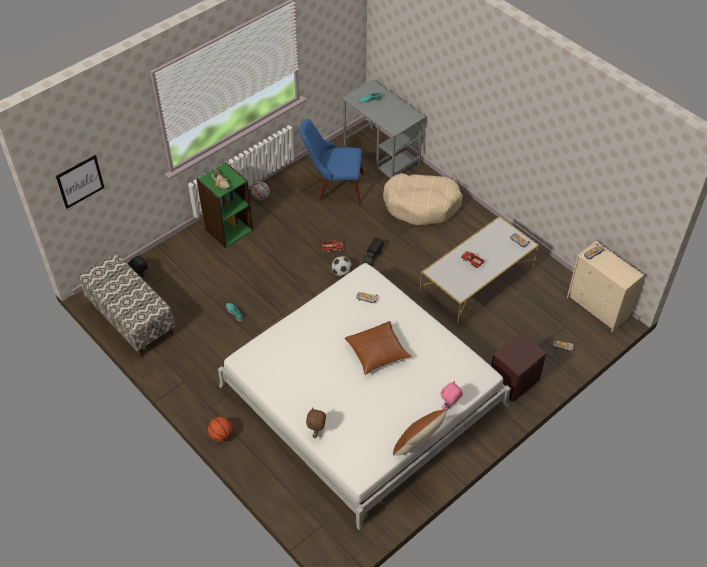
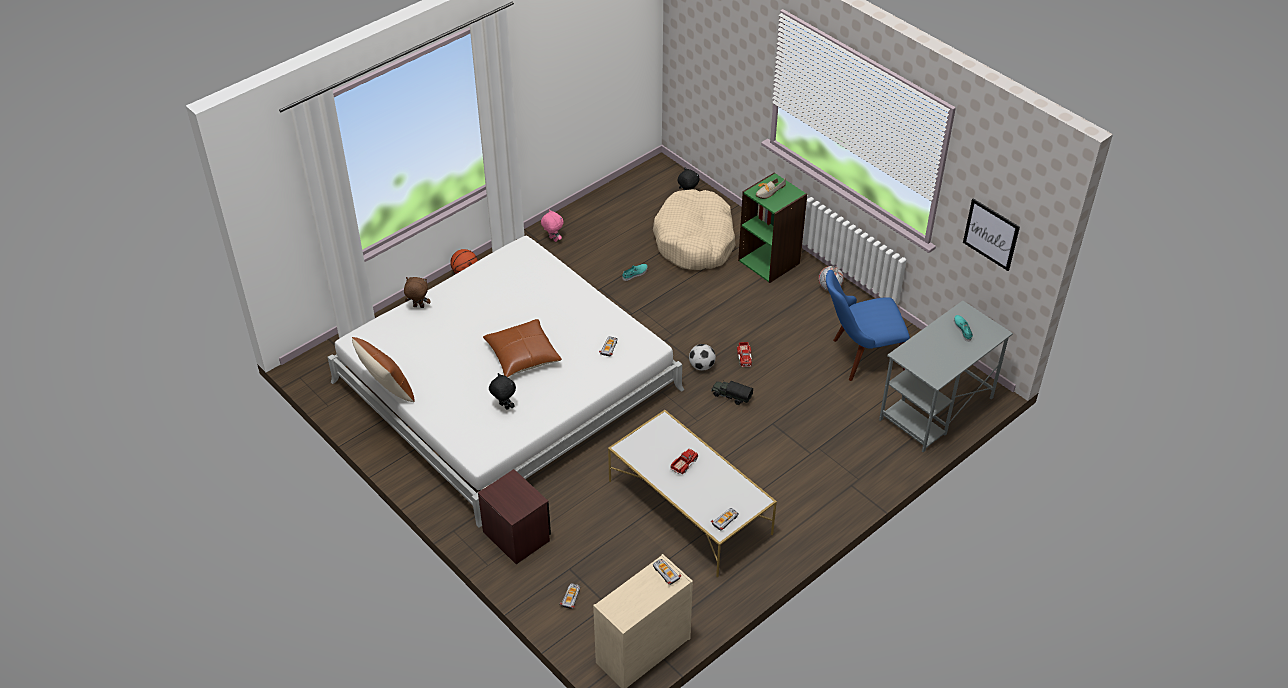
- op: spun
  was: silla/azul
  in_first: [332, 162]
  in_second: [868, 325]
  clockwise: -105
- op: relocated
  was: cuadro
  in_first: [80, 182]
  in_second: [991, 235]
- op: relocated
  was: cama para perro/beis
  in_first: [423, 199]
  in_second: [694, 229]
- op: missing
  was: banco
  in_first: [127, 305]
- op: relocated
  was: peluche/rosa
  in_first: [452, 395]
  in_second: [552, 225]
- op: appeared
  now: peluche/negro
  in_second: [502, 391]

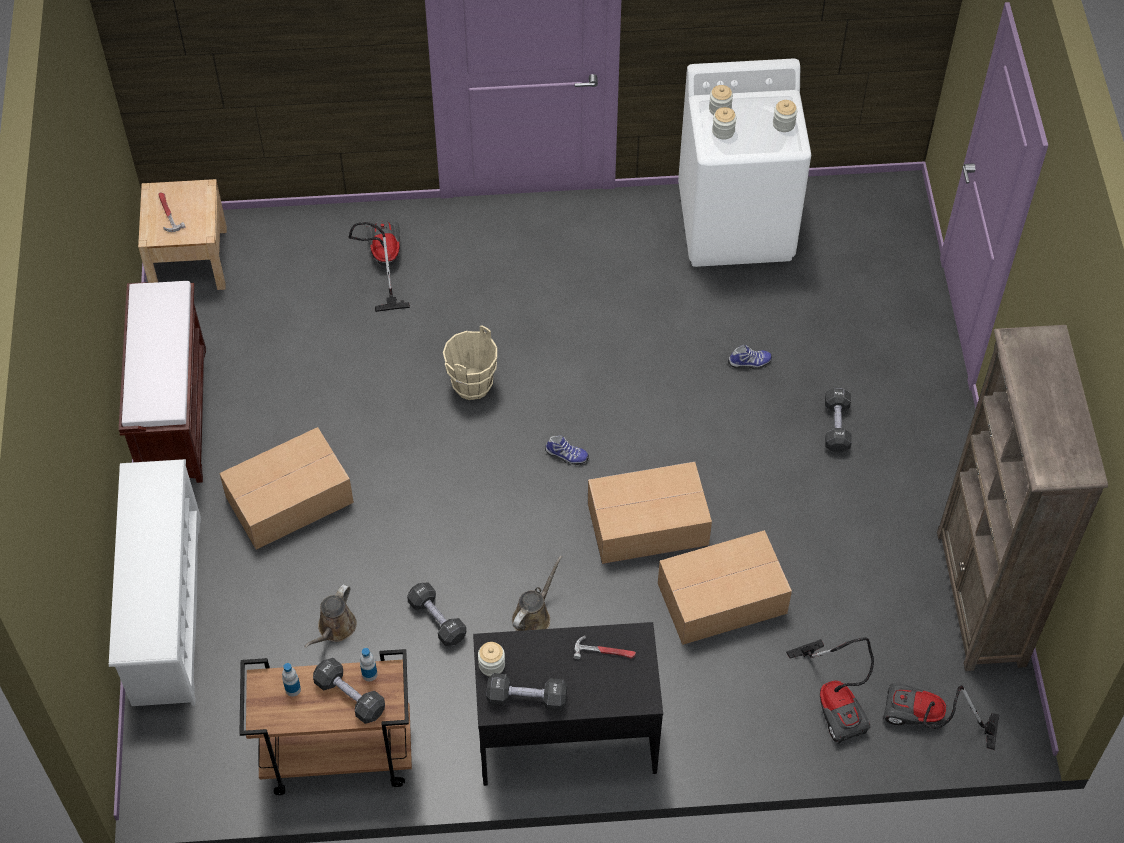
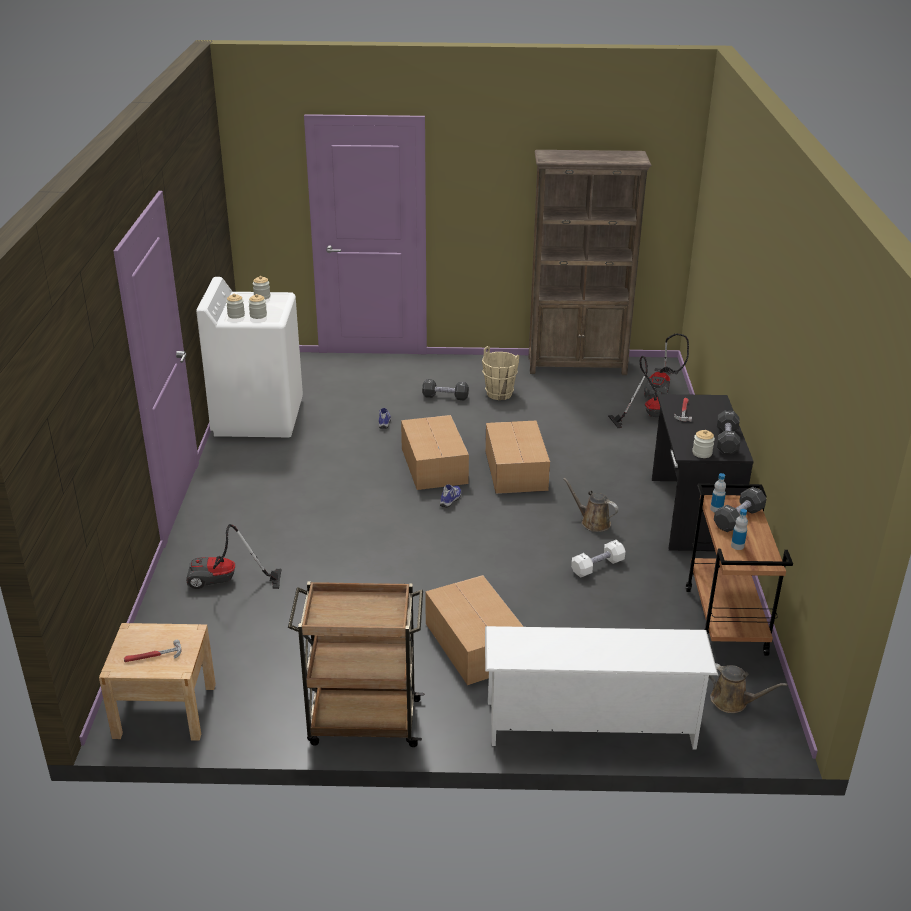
- op: exchanged
  was: banco/marrón
  now: carrito/marrón
  in_first: [162, 382]
  in_second: [356, 664]
- op: relocated
  was: cubo/beis
  in_first: [470, 362]
  in_second: [500, 373]
- op: relocated
  was: caja de cartón
  in_first: [725, 587]
  in_second: [435, 452]
- op: colour
  was: mancuerna/negro
  now: mancuerna/blanco
  in_first: [436, 614]
  in_second: [598, 559]
- op: relocated
  was: regadera/marrón
  in_first: [330, 616]
  in_second: [748, 688]

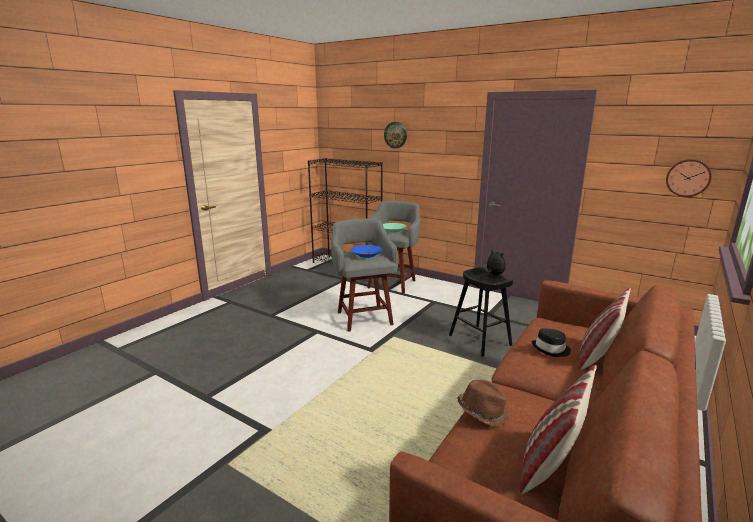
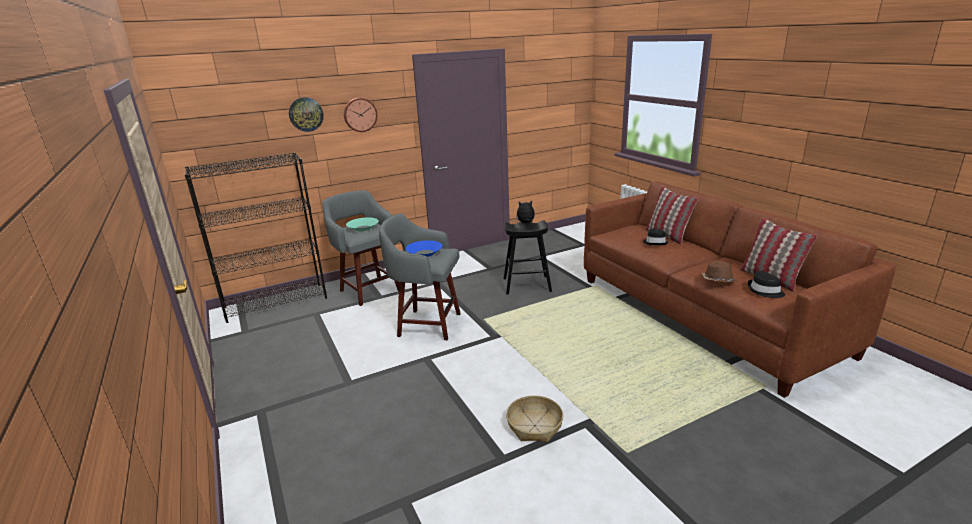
- op: relocated
  was: reloj de pared
  in_first: [689, 178]
  in_second: [360, 115]
- op: appeared
  now: sombrero/negro
  in_second: [766, 284]
- op: appeared
  now: cesta
  in_second: [534, 418]

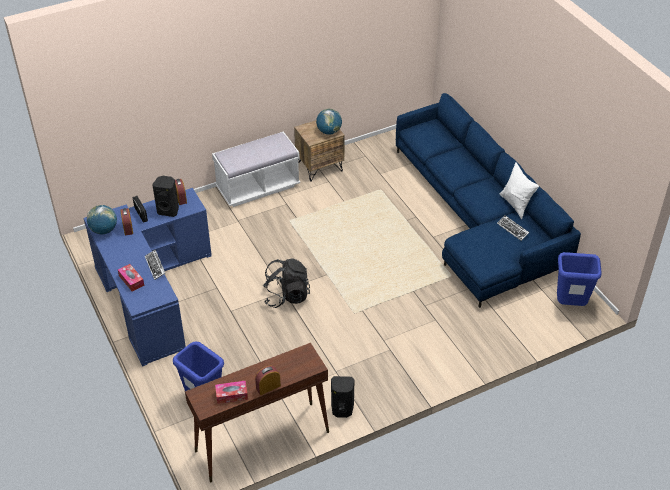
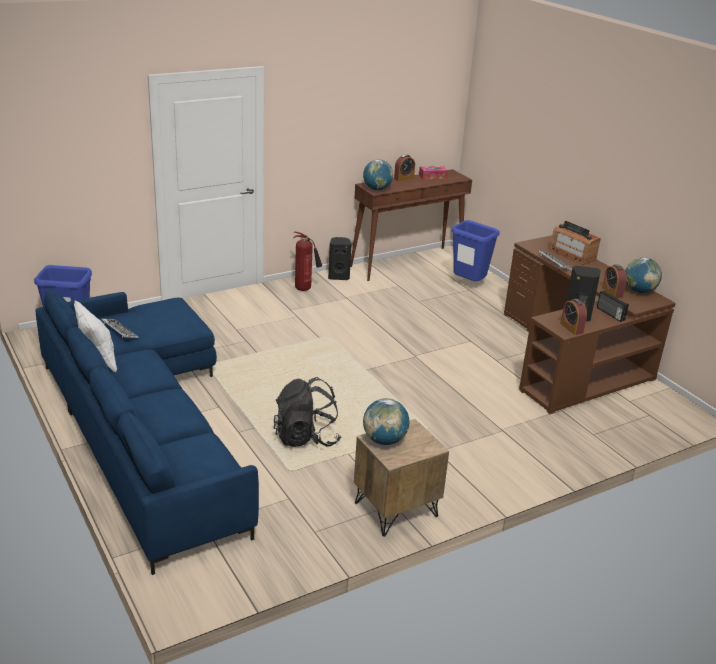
- op: missing
  was: banco/blanco
  in_first: [256, 169]
- op: colour
  was: escritorio/azul
  now: escritorio/marrón
  in_first: [147, 277]
  in_second: [590, 324]
- op: relocated
  was: mochila/negro
  in_first: [286, 283]
  in_second: [307, 412]
- op: exchanged
  was: caja de pañuelos
  now: radio
  in_first: [131, 277]
  in_second: [575, 243]
- op: appeared
  now: globo terráqueo
  in_second: [378, 174]
- op: appeared
  now: extintor
  in_second: [307, 261]

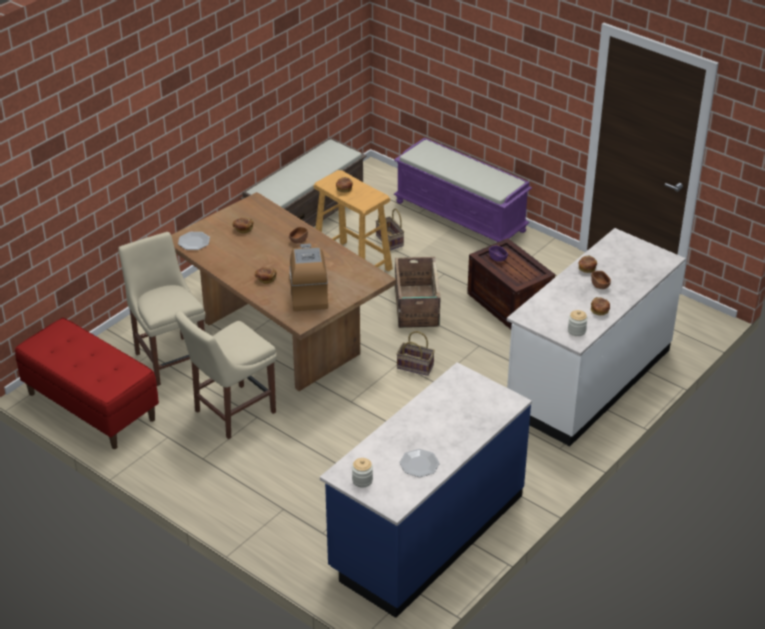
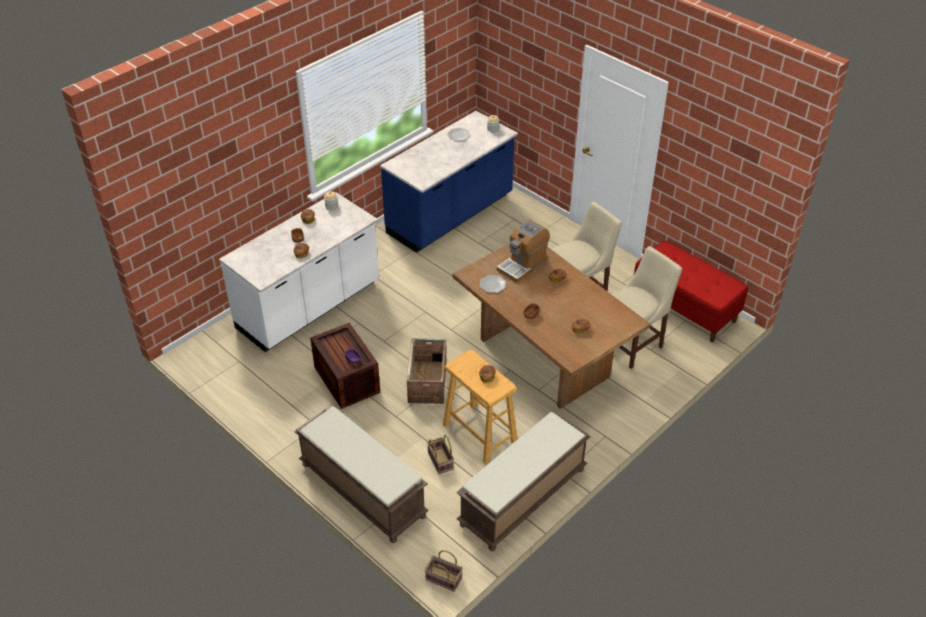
- op: colour
  was: banco/morado
  now: banco/marrón
  in_first: [463, 190]
  in_second: [361, 474]
- op: spun
  was: silla/beis
  in_first: [161, 309]
  in_second: [646, 307]
  clockwise: -105
- op: relocated
  was: plato
  in_first: [194, 241]
  in_second: [493, 284]
- op: spun
  was: cafetera
  in_first: [308, 277]
  in_second: [523, 251]
  clockwise: 45
- op: relocated
  was: cesta
  in_first: [415, 353]
  in_second: [444, 571]

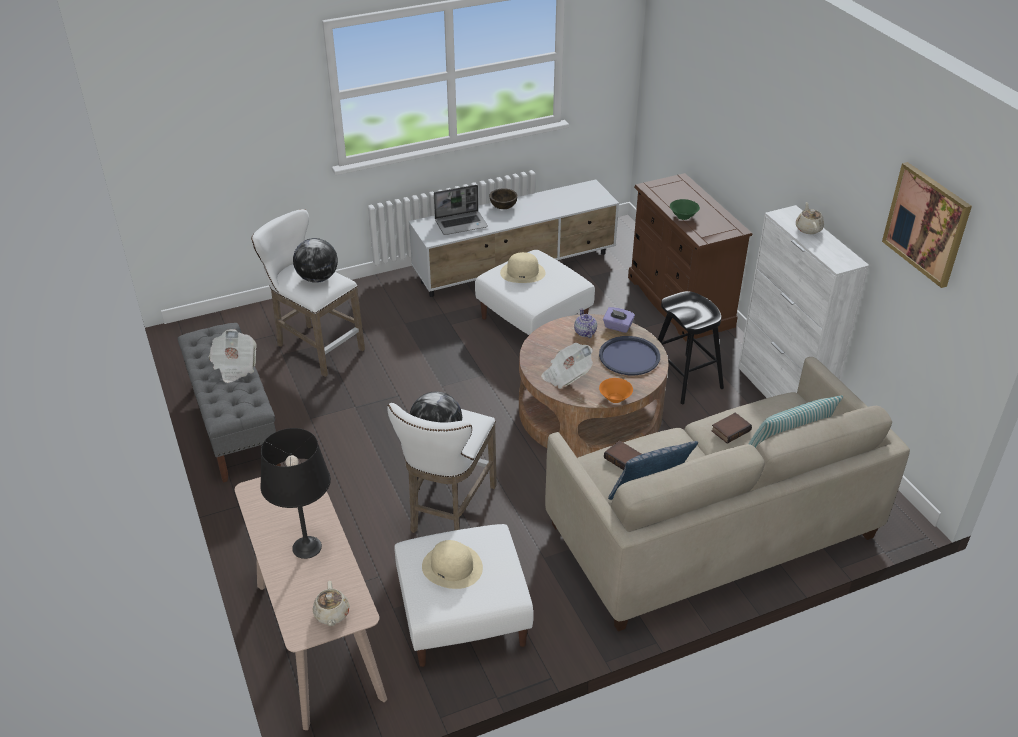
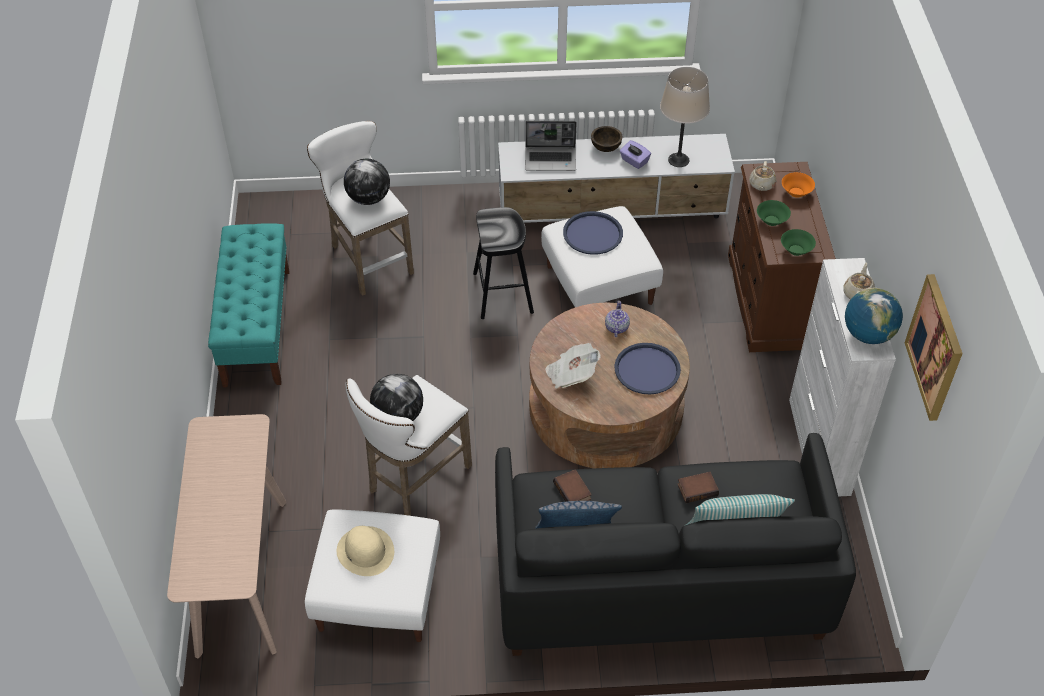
- op: exchanged
  was: sombrero/beis
  now: bandeja/azul
  in_first: [523, 267]
  in_second: [593, 233]
- op: relocated
  was: taburete/negro
  in_first: [691, 347]
  in_second: [503, 263]
- op: relocated
  was: caja de pañuelos/morado
  in_first: [619, 320]
  in_second: [635, 154]
- op: colour
  was: banco/gris
  now: banco/turquesa
  in_first: [229, 403]
  in_second: [249, 305]
- op: missing
  was: periódico
  in_first: [233, 356]
- op: colour
  was: sofá/beis
  now: sofá/negro
  in_first: [727, 494]
  in_second: [675, 544]
- op: relocated
  was: cuenco/naranja
  in_first: [616, 390]
  in_second: [798, 185]
- op: missing
  was: lámpara de mesa/negro
  in_first: [295, 493]
- op: relocated
  was: tetera/beis
  in_first: [331, 603]
  in_second: [762, 176]
- op: appeared
  now: lámpara de mesa/beis
  in_second: [685, 117]
- op: appeared
  now: cuenco/verde
  in_second: [798, 242]
- op: appeared
  now: globo terráqueo
  in_second: [874, 316]

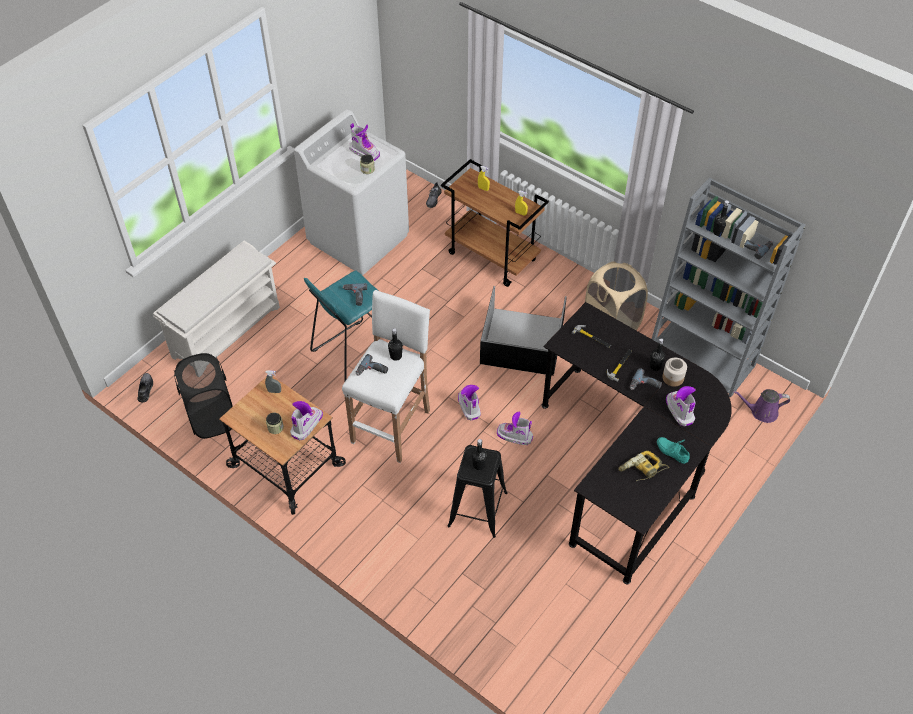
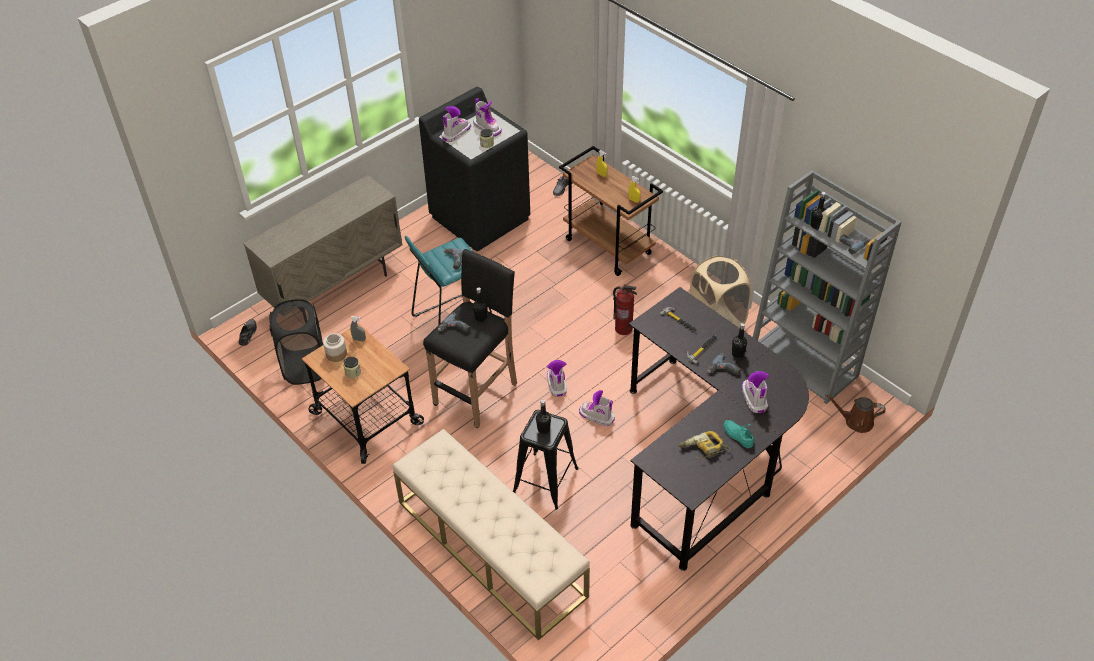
- op: colour
  was: lavadora/blanco
  now: lavadora/negro
  in_first: [351, 192]
  in_second: [474, 169]
- op: exchanged
  was: zapatero/blanco
  now: armario/beis
  in_first: [216, 300]
  in_second: [323, 241]
- op: exchanged
  was: caja de almacenaje/negro
  now: extintor
  in_first: [523, 331]
  in_second: [625, 309]
- op: colour
  was: taburete/blanco
  now: taburete/negro
  in_first: [386, 376]
  in_second: [470, 339]
- op: relocated
  was: tarro
  in_first: [674, 372]
  in_second: [335, 347]
- op: colour
  was: regadera/morado
  now: regadera/marrón
  in_first: [761, 406]
  in_second: [855, 413]
- op: relocated
  was: bota
  in_first: [306, 420]
  in_second: [456, 124]
- op: appeared
  now: banco/beis
  in_second: [491, 534]

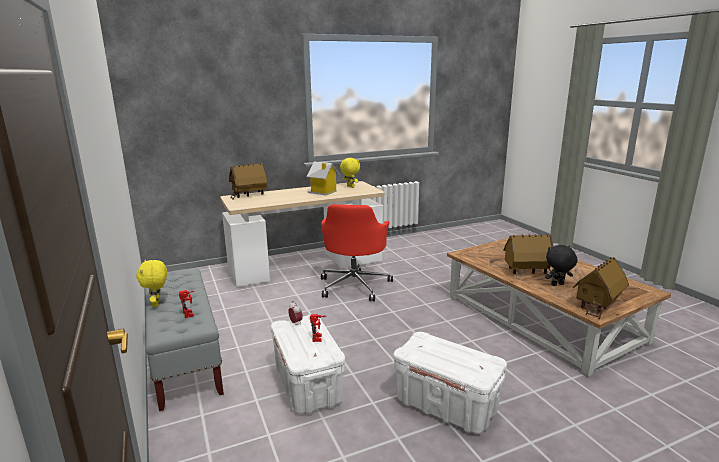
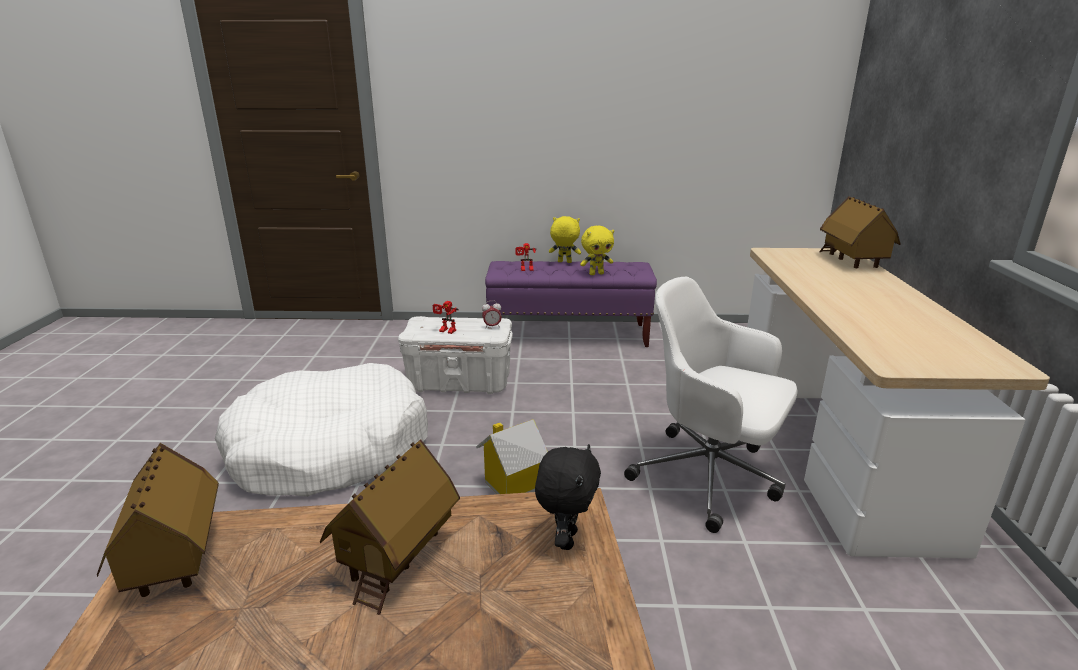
- op: relocated
  was: peluche/amarillo
  in_first: [350, 173]
  in_second: [597, 250]
- op: relocated
  was: casita
  in_first: [323, 178]
  in_second: [512, 456]
- op: colour
  was: silla de oficina/rojo
  now: silla de oficina/blanco
  in_first: [357, 252]
  in_second: [711, 405]
- op: relocated
  was: peluche/negro
  in_first: [561, 265]
  in_second: [568, 497]
- op: colour
  was: banco/gris
  now: banco/morado
  in_first: [184, 339]
  in_second: [571, 304]
- op: exchanged
  was: caja de almacenaje/blanco
  now: cama para perro/blanco
  in_first: [450, 383]
  in_second: [321, 430]

